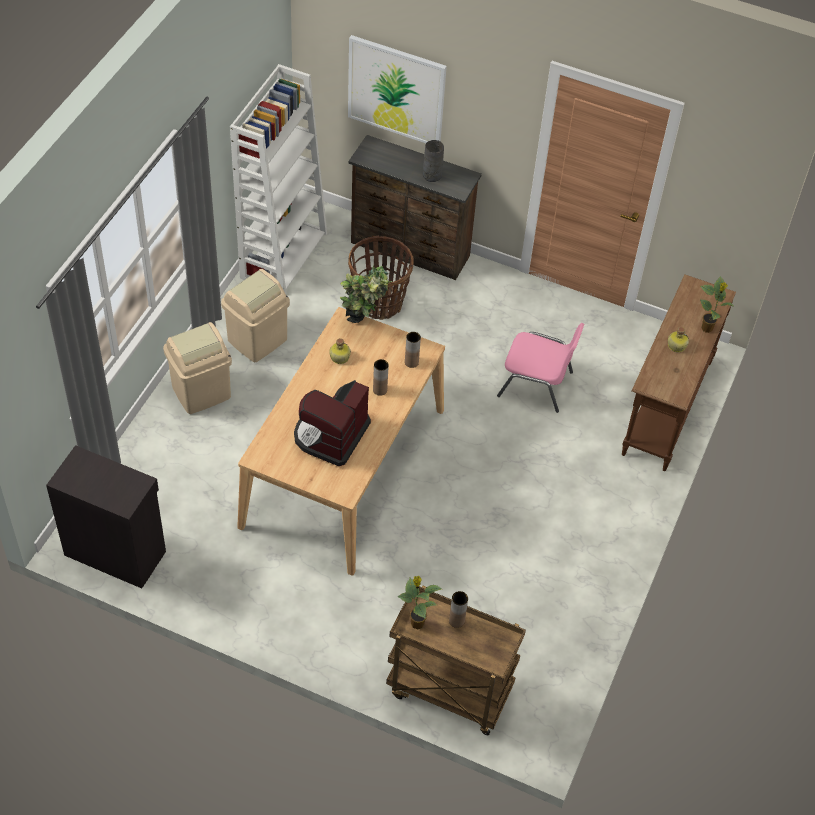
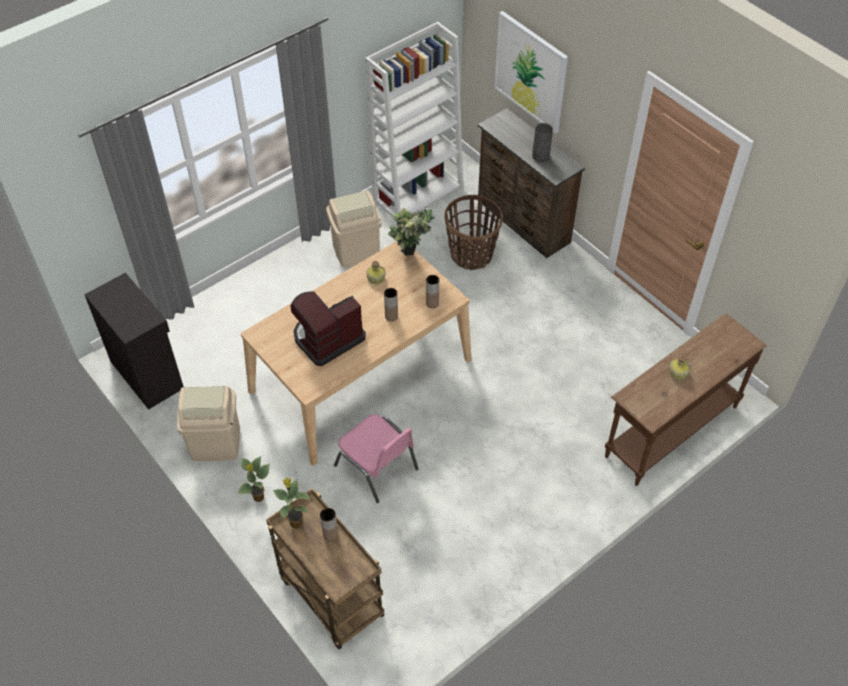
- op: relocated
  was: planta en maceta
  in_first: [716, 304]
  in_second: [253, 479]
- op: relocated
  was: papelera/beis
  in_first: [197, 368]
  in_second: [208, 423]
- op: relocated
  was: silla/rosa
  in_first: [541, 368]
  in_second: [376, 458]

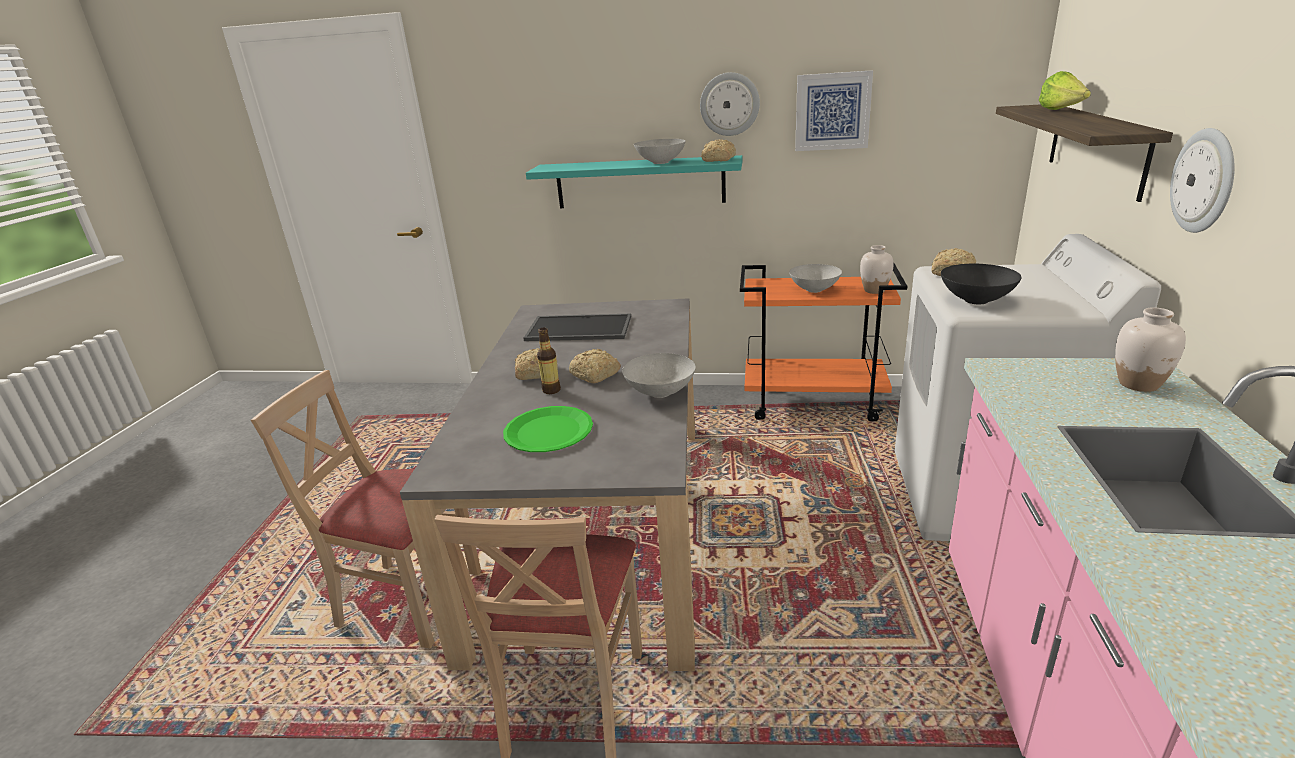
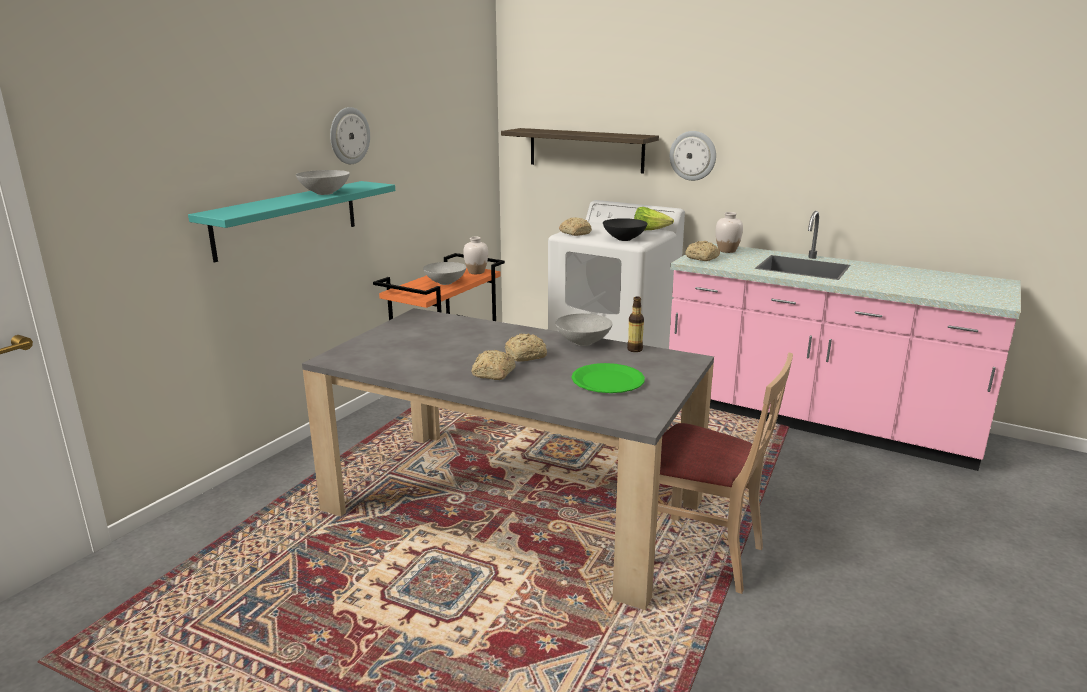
- op: missing
  was: cuadro
  in_first: [834, 110]
- op: relocated
  was: lechuga
  in_first: [1065, 90]
  in_second: [654, 219]
- op: relocated
  was: pan
  in_first: [718, 150]
  in_second: [702, 251]
- op: missing
  was: bandeja
  in_first: [577, 327]
- op: relocated
  was: botella
  in_first: [549, 361]
  in_second: [635, 324]
- op: missing
  was: silla/beis
  in_first: [366, 509]

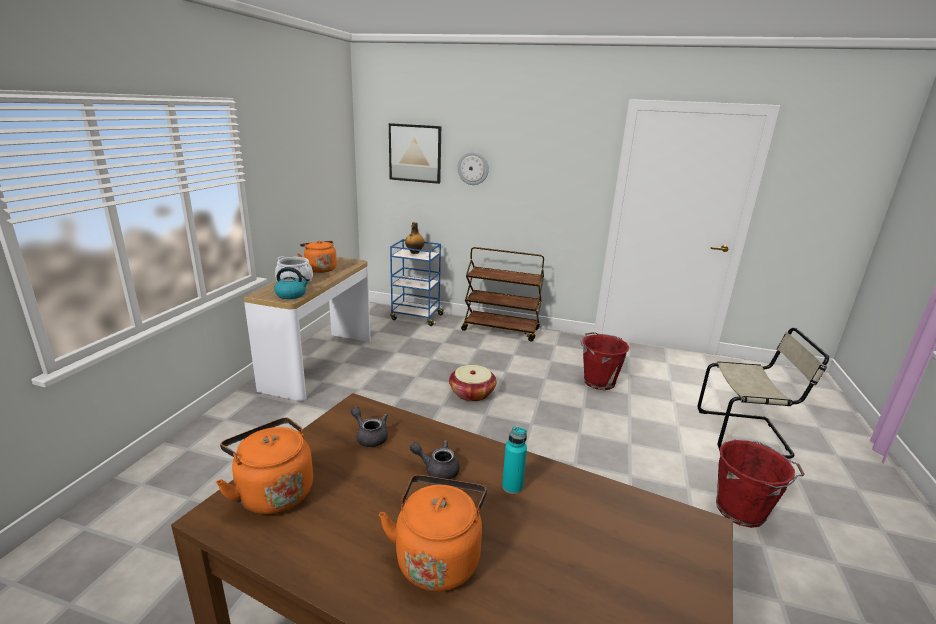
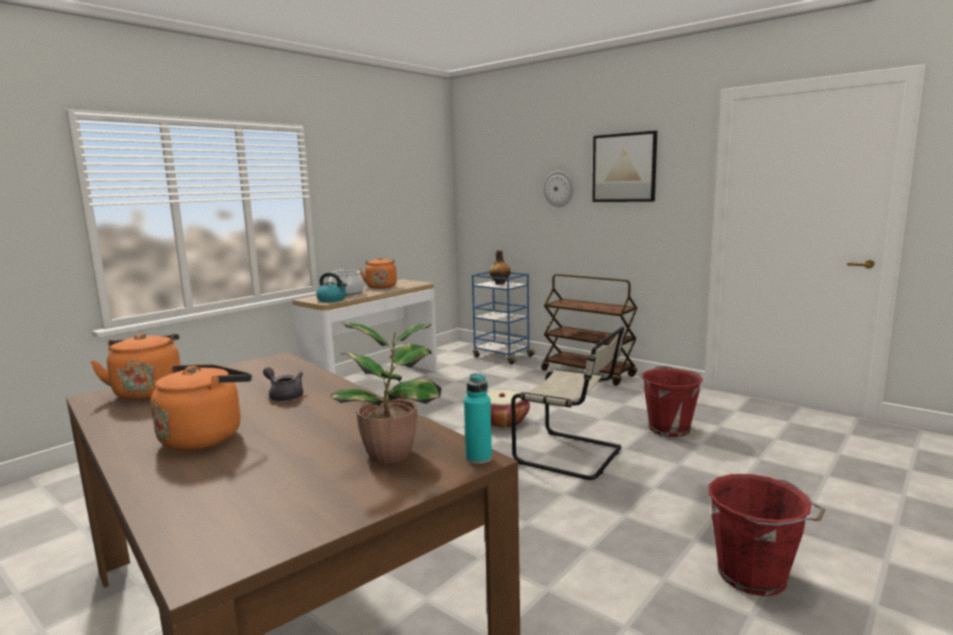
- op: relocated
  was: cuadro
  in_first: [415, 153]
  in_second: [624, 166]
- op: relocated
  was: silla/beis
  in_first: [763, 393]
  in_second: [568, 403]
- op: missing
  was: tetera/gris
  in_first: [369, 427]
- op: relocated
  was: botella/turquesa
  in_first: [514, 460]
  in_second: [478, 418]
- op: appeared
  now: planta en maceta
  in_second: [385, 392]

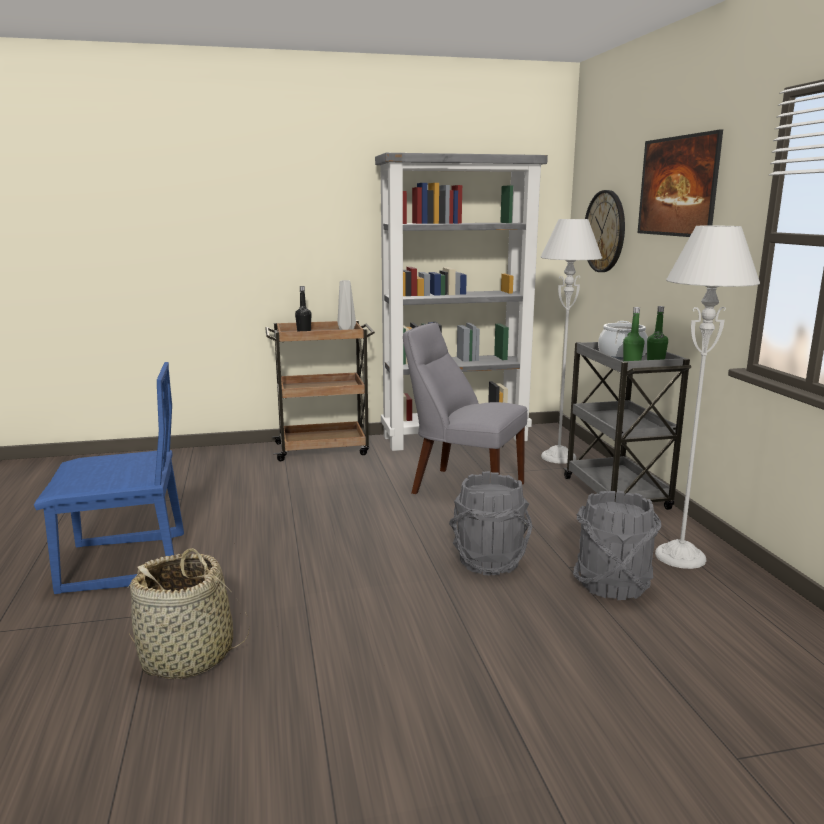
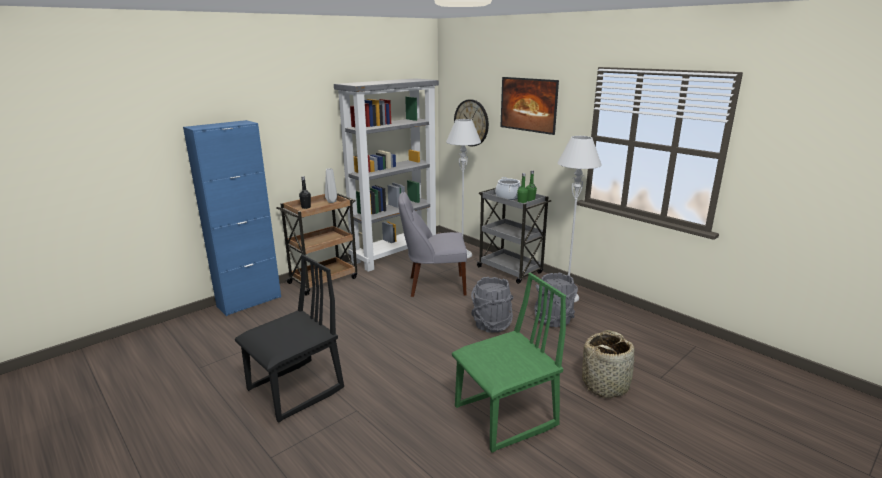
- op: colour
  was: silla/azul
  now: silla/negro
  in_first: [109, 478]
  in_second: [289, 339]
- op: relocated
  was: cesta
  in_first: [188, 613]
  in_second: [609, 364]
- op: appeared
  now: armario/azul
  in_second: [232, 218]
- op: appeared
  now: silla/verde
  in_second: [509, 363]

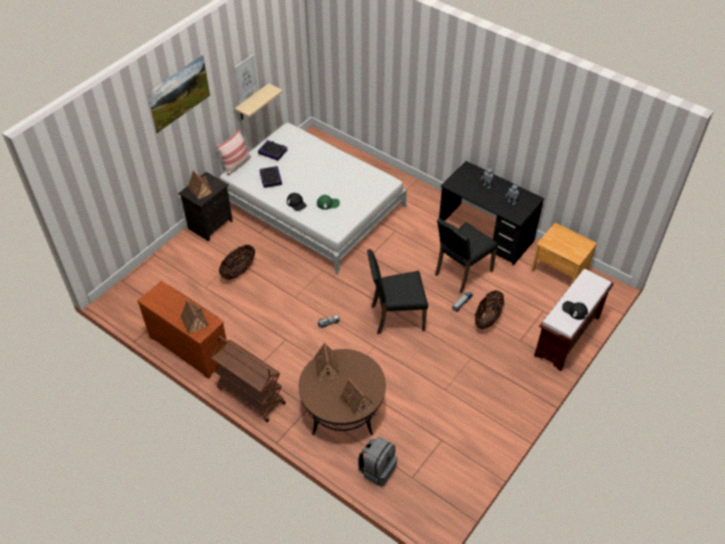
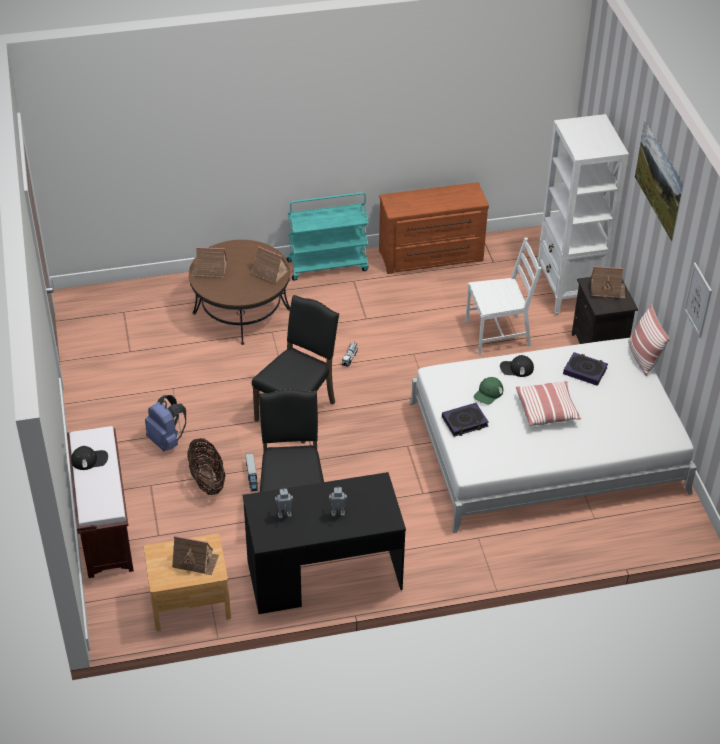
- op: missing
  was: estante/beis
  in_first: [259, 101]
- op: relocated
  was: libro
  in_first: [272, 150]
  in_second: [465, 420]
- op: exchanged
  was: cesta
  now: silla/blanco
  in_first: [237, 262]
  in_second: [503, 296]
- op: relocated
  was: casita
  in_first: [194, 316]
  in_second: [195, 555]
- op: colour
  was: carrito/marrón
  now: carrito/turquesa
  in_first: [248, 379]
  in_second: [328, 236]
- op: missing
  was: mochila/gris
  in_first: [378, 461]
- op: appeared
  now: estantería/blanco
  in_second: [583, 215]
- op: appeared
  now: cojín
  in_second: [548, 403]
- op: appeared
  now: mochila/azul
  in_second: [165, 423]

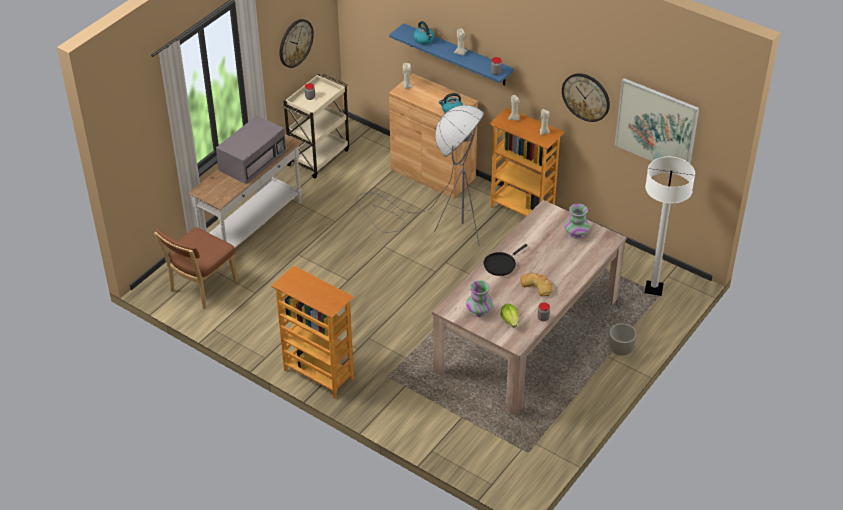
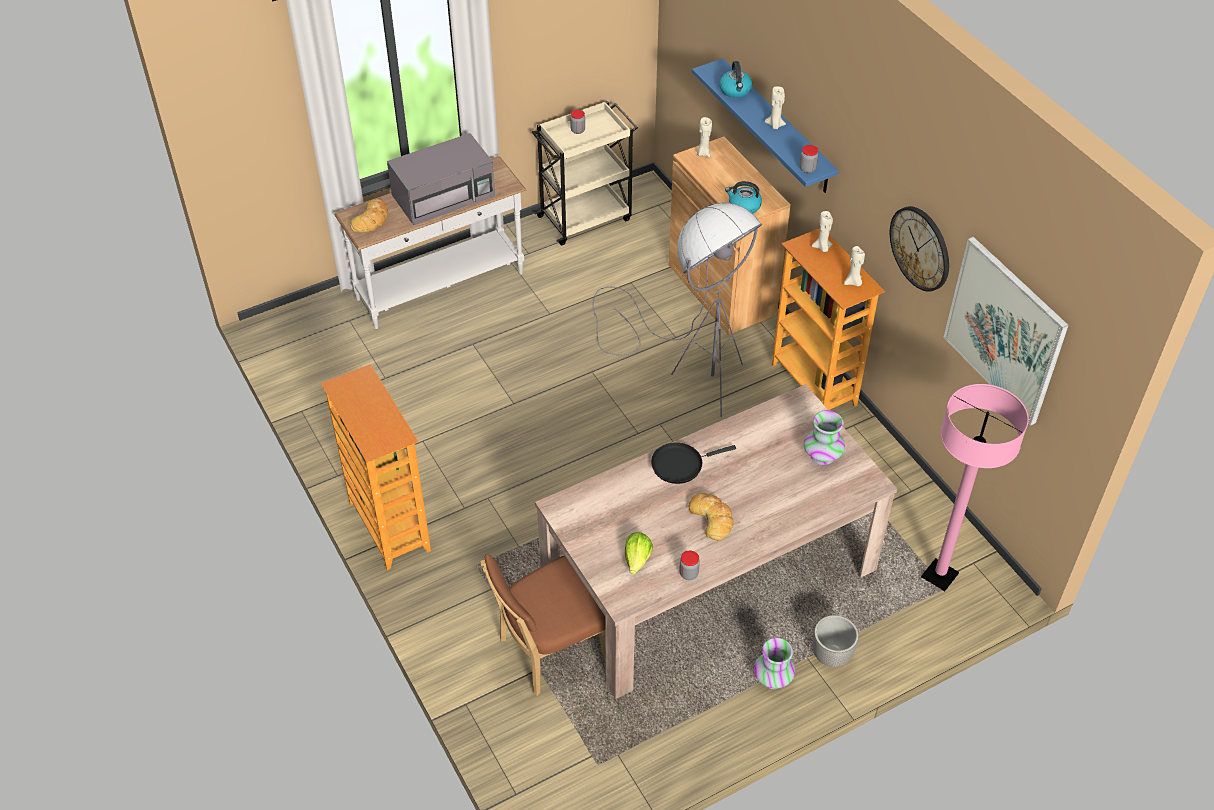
- op: missing
  was: reloj de pared
  in_first: [296, 43]
- op: colour
  was: lámpara de pie/blanco
  now: lámpara de pie/rosa
  in_first: [670, 226]
  in_second: [975, 487]
- op: relocated
  was: silla/marrón
  in_first: [196, 268]
  in_second: [543, 625]
- op: relocated
  was: florero
  in_first: [479, 298]
  in_second: [774, 663]
- op: appeared
  now: pan
  in_second: [369, 216]

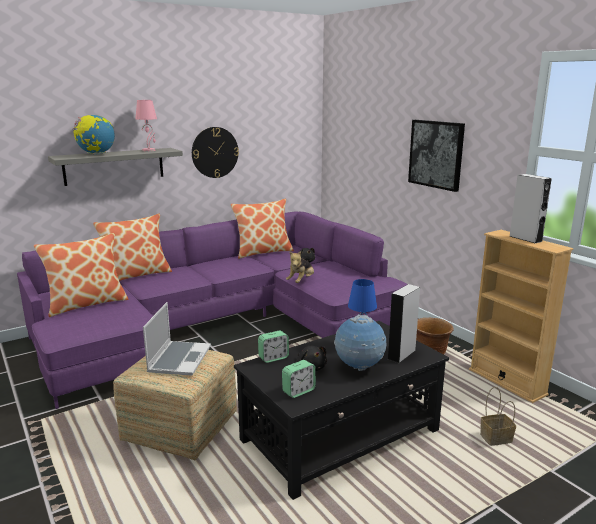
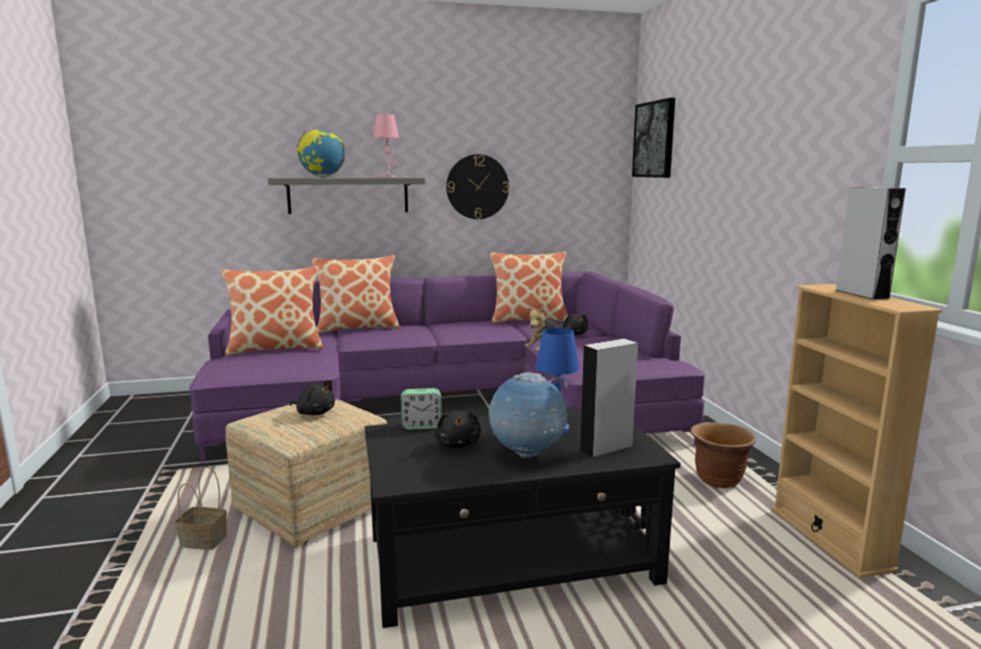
- op: relocated
  was: cuadro
  in_first: [436, 156]
  in_second: [653, 138]
- op: exchanged
  was: portátil
  now: peluche/negro
  in_first: [177, 339]
  in_second: [312, 397]
- op: missing
  was: despertador
  in_first: [299, 379]
- op: relocated
  was: cesta
  in_first: [498, 416]
  in_second: [201, 508]

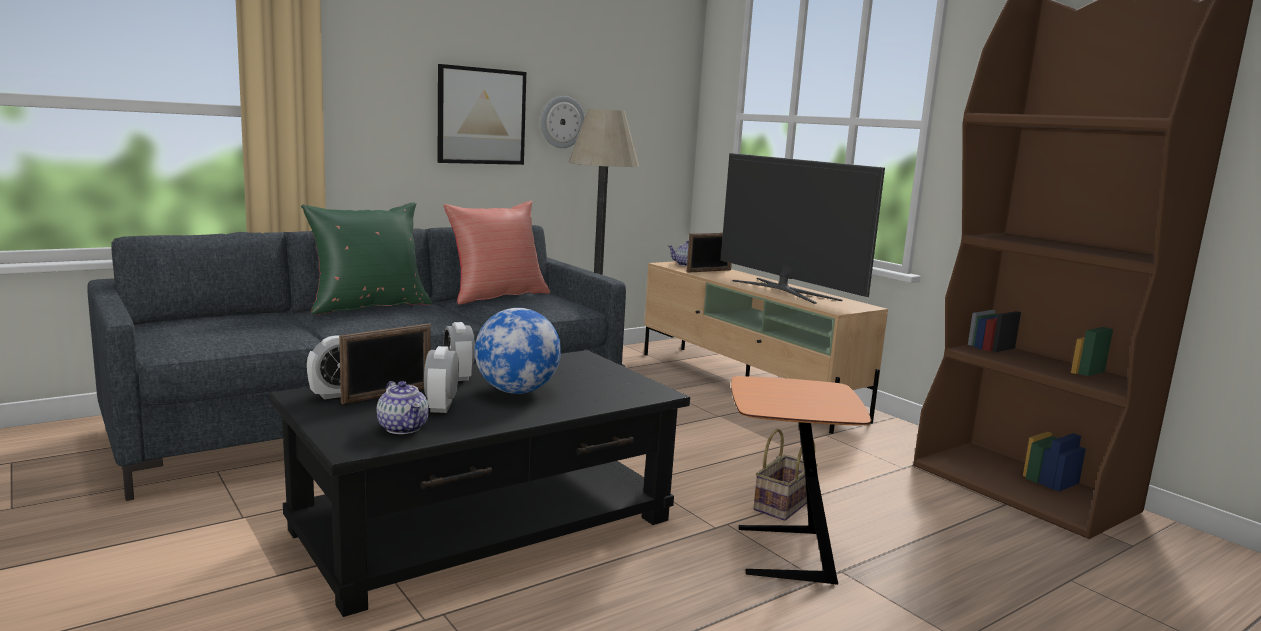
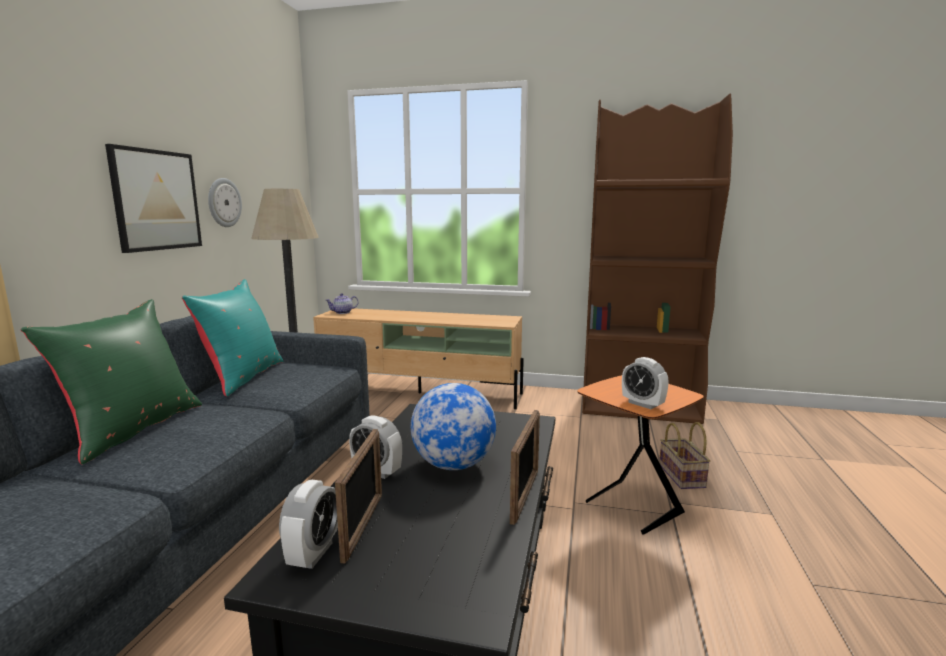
- op: missing
  was: televisor
  in_first: [803, 228]
- op: colour
  was: cojín/rojo
  now: cojín/turquesa
  in_first: [496, 253]
  in_second: [233, 337]
- op: relocated
  was: portarretratos
  in_first: [709, 253]
  in_second: [525, 467]
- op: relocated
  was: despertador
  in_first: [441, 379]
  in_second: [645, 383]
- op: missing
  was: tetera
  in_first: [402, 407]
- op: relocated
  was: cesta
  in_first: [785, 475]
  in_second: [684, 455]

